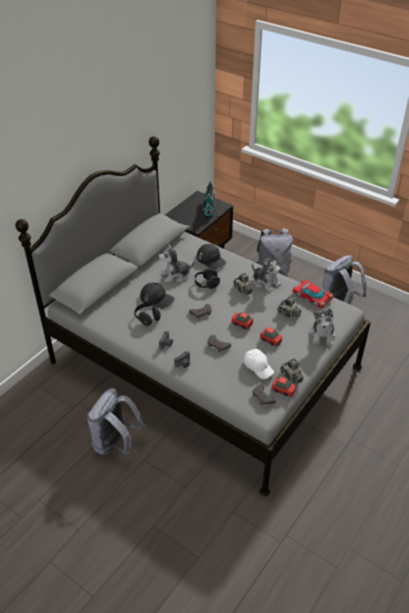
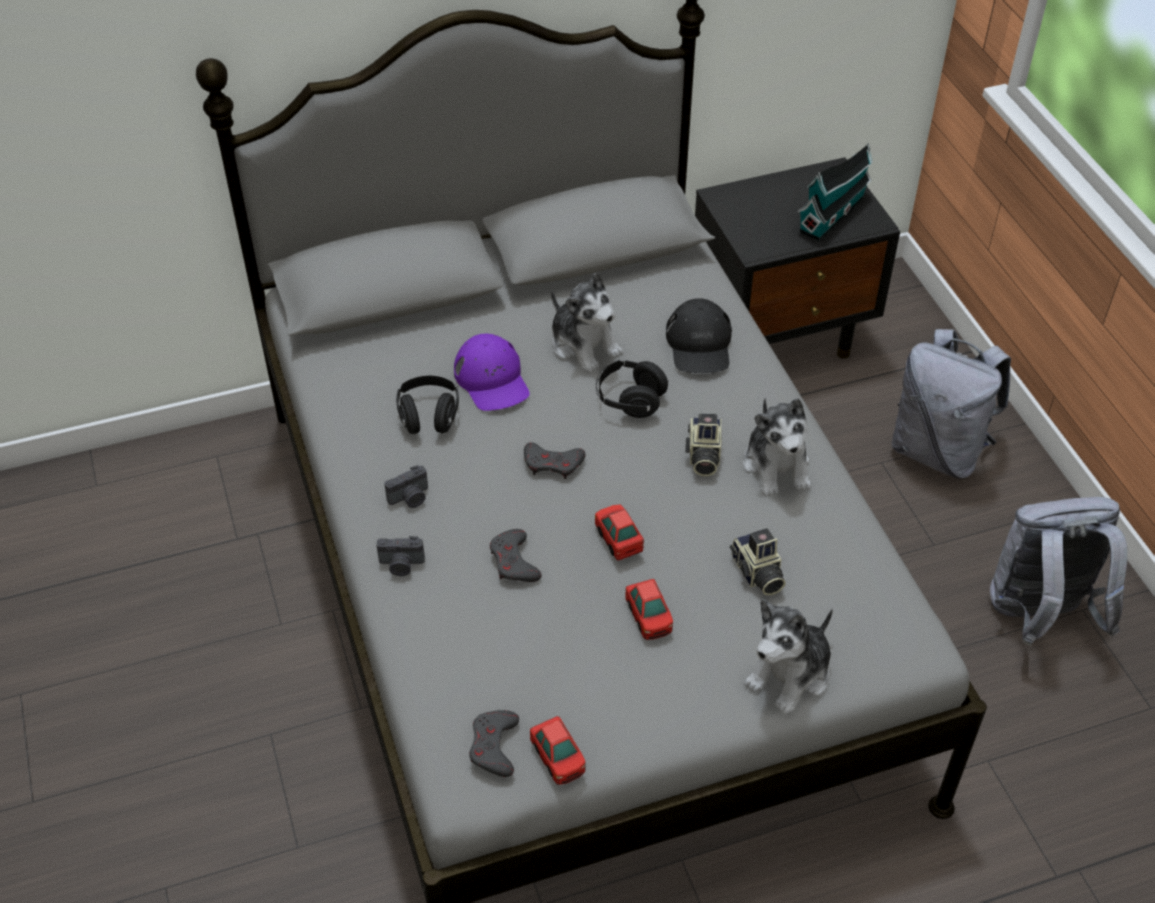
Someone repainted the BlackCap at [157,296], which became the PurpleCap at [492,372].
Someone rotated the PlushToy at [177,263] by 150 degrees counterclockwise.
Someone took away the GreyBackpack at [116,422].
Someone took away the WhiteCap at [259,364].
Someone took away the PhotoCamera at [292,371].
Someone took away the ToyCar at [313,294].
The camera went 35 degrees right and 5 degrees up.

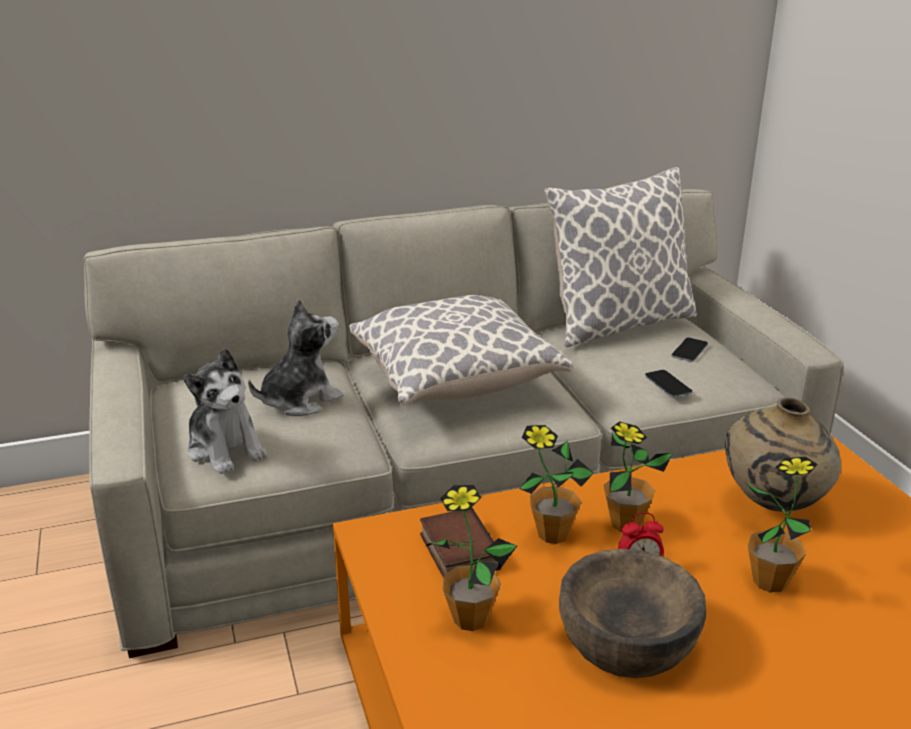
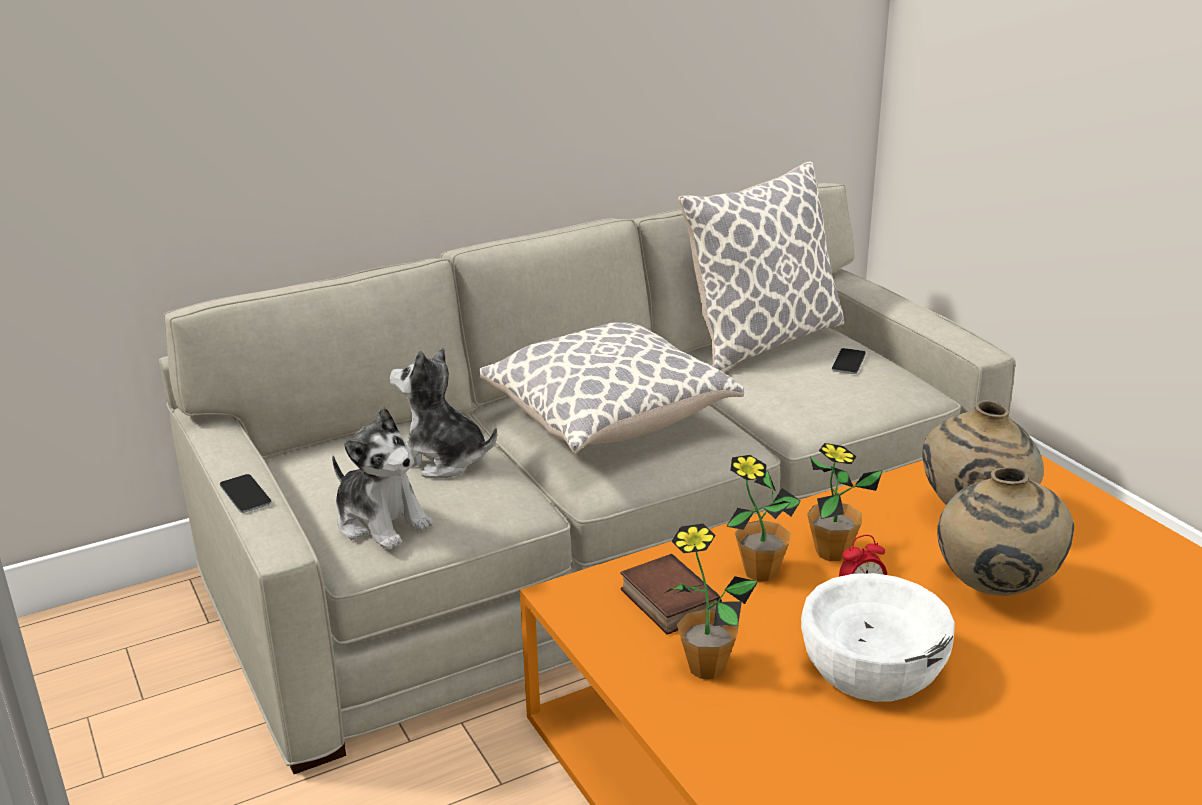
Someone carried the Phone from [668,383] to [246,493].
Someone rotated the PlushToy at [296,357] by 105 degrees counterclockwise.
Someone repainted the BrownBowl at [632,613], which became the WhiteBowl at [878,637].
Someone swapped the PottedPlant at [781,525] for the BeigeVase at [1005,531].
The camera went 10 degrees left and 0 degrees up.

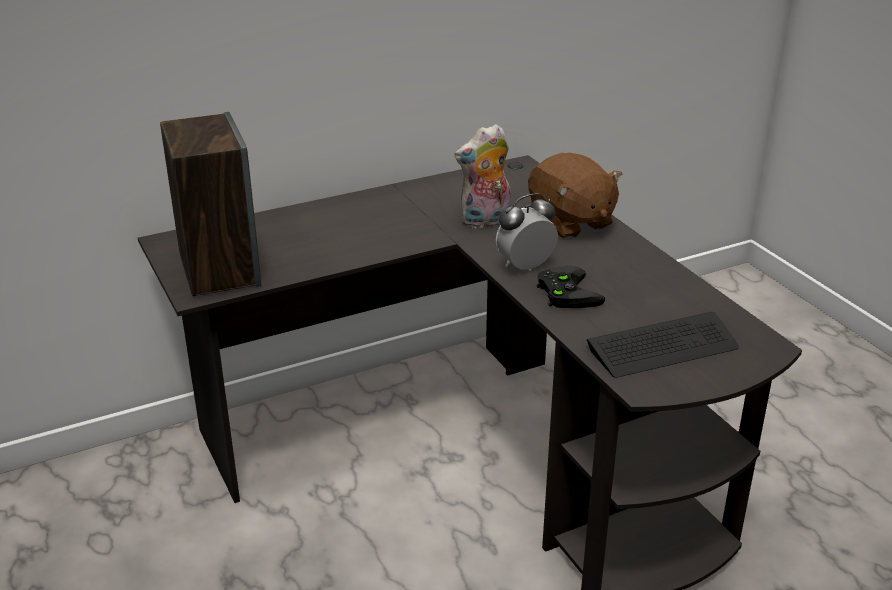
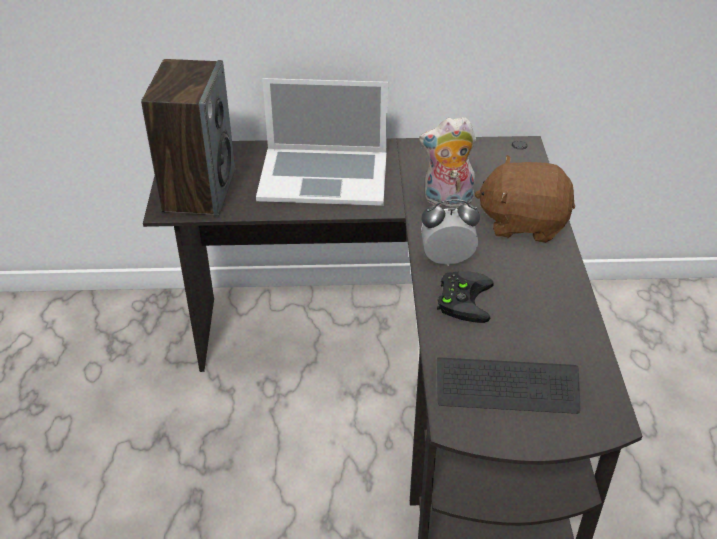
Someone put down the Laptop at [322,142].
Someone rotated the BrownPlushToy at [575,196] by 105 degrees clockwise.
The camera went 25 degrees right and 10 degrees up.

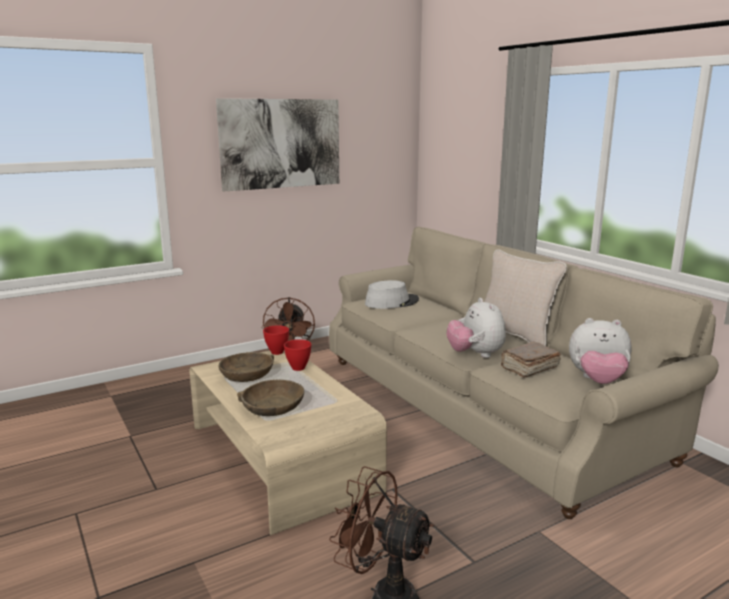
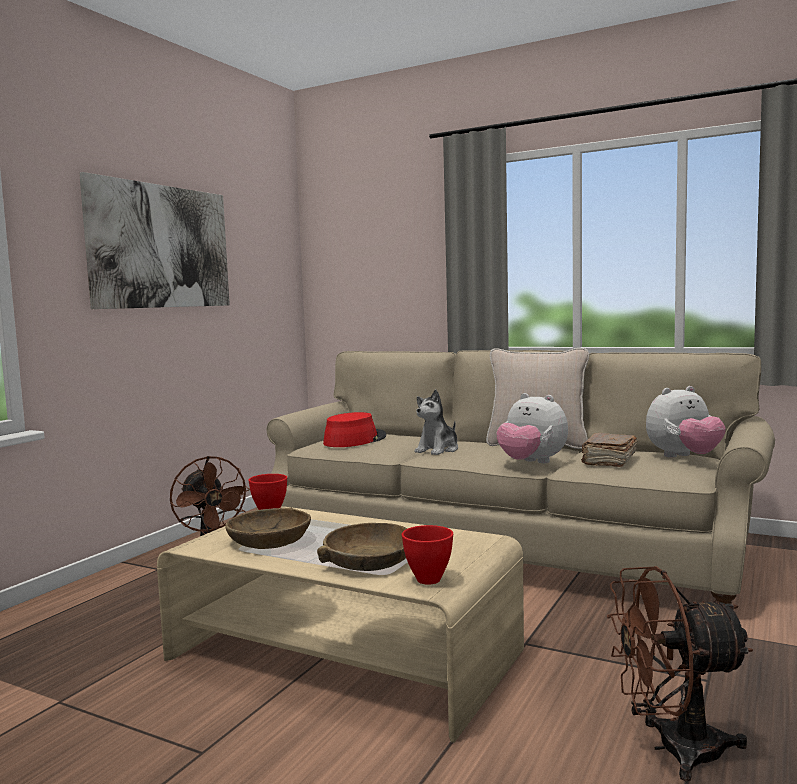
Someone repainted the GreyHat at [392,294], which became the RedHat at [354,429].
Someone carried the RedBowl from [298,355] to [427,554].
Someone put down the PlushToy at [436,422].
The camera went 30 degrees left and 10 degrees down.

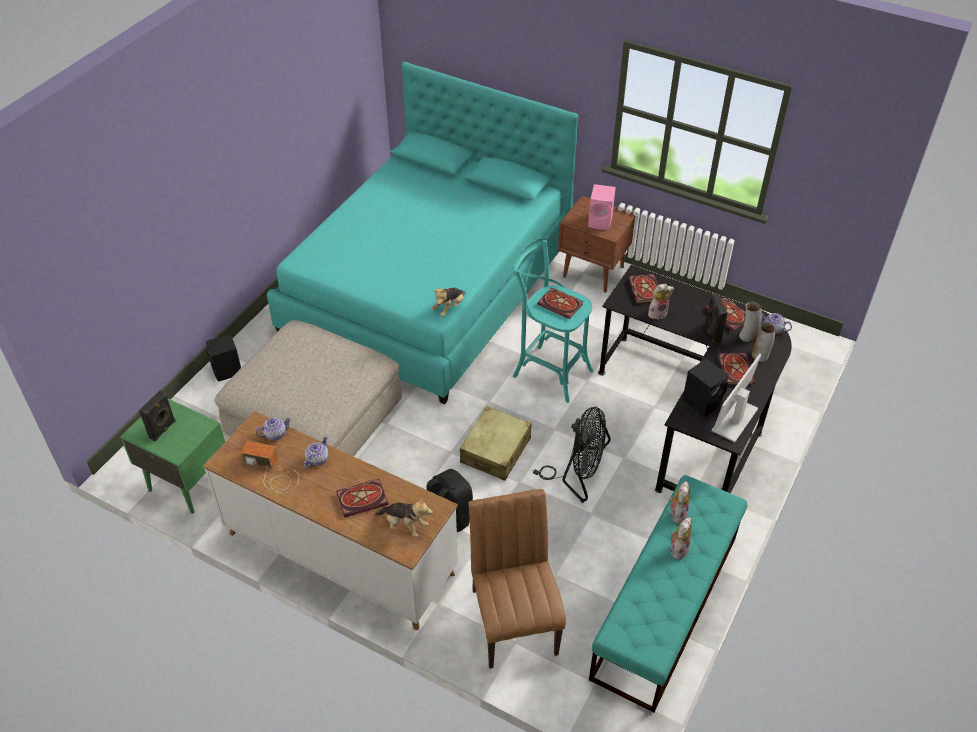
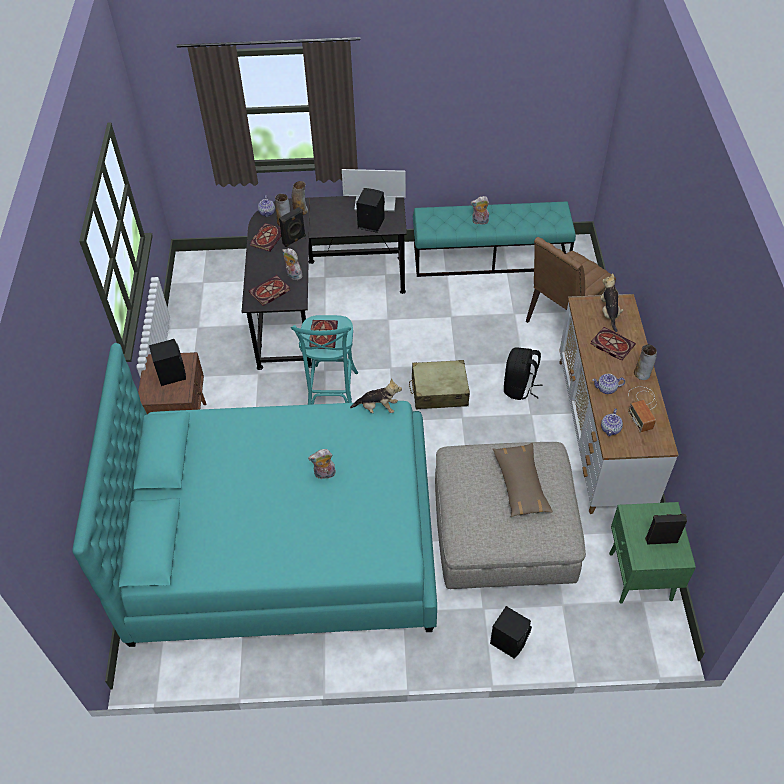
Someone repainted the PinkSpeaker at [602,207], which became the BlackSpeaker at [167,362].
Someone carried the PlushToy from [680,502] to [322,464].
Someone put down the BrownPillow at [523,480].
Someone rotated the Teapot at [273,428] by 105 degrees counterclockwise.
Someone put down the Vase at [645,362].
Someone took away the BlackFan at [572,455].
Someone took away the Book at [736,369].
The camera went 120 degrees left and 5 degrees up.

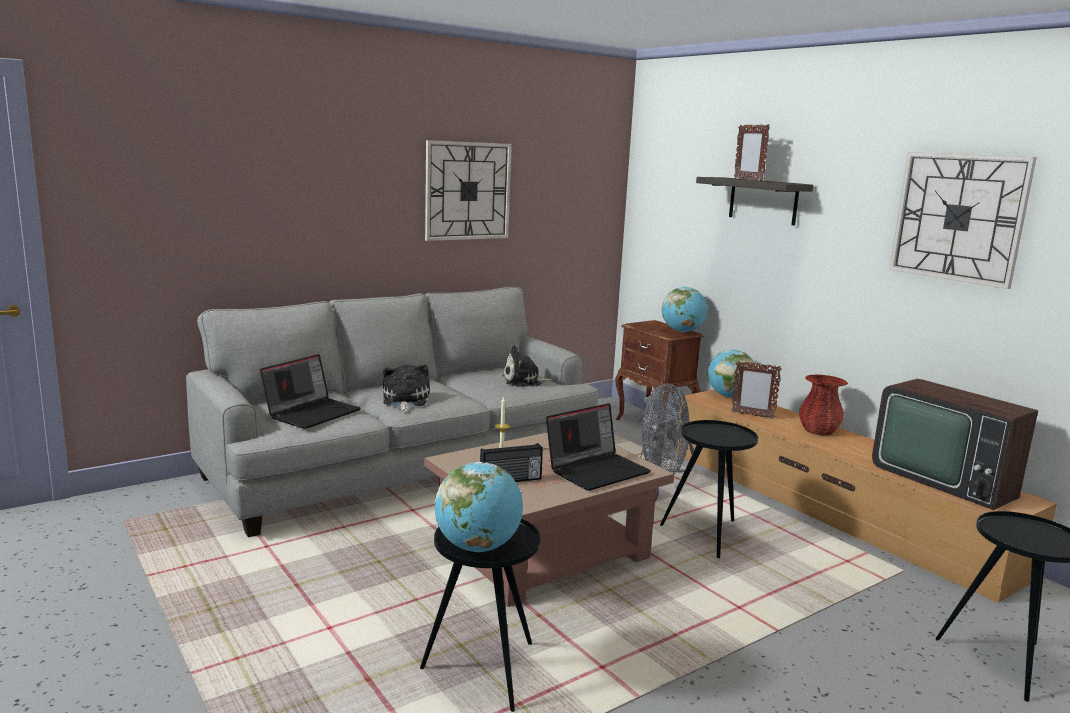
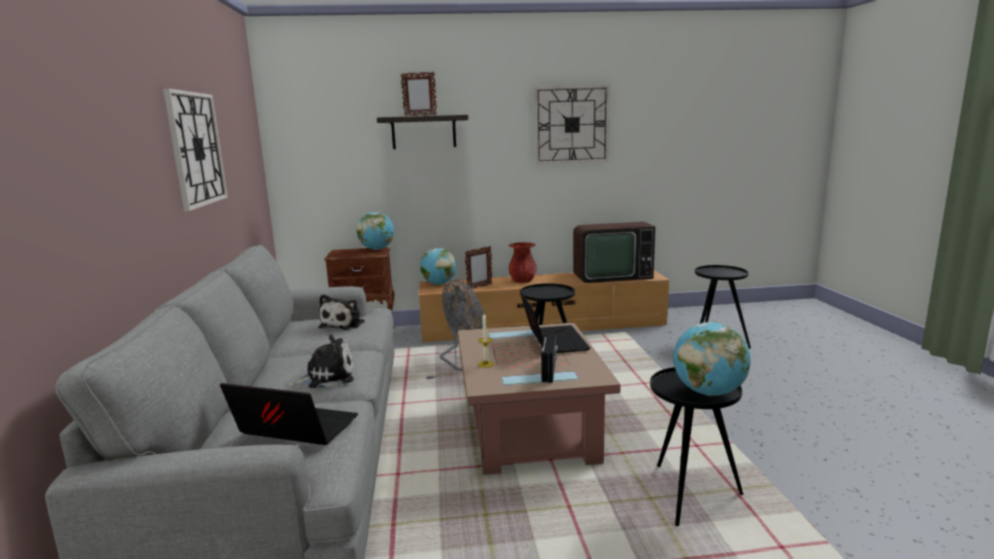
Someone rotated the Laptop at [310,391] by 45 degrees counterclockwise.
Someone rotated the PlushToy at [406,388] by 135 degrees clockwise.
The camera went 60 degrees left and 0 degrees up.

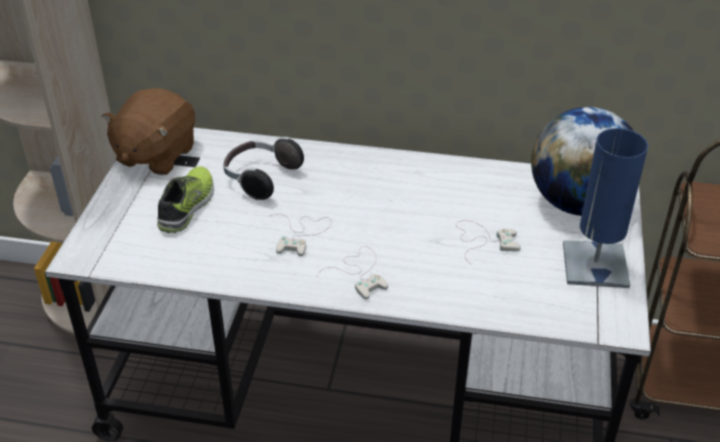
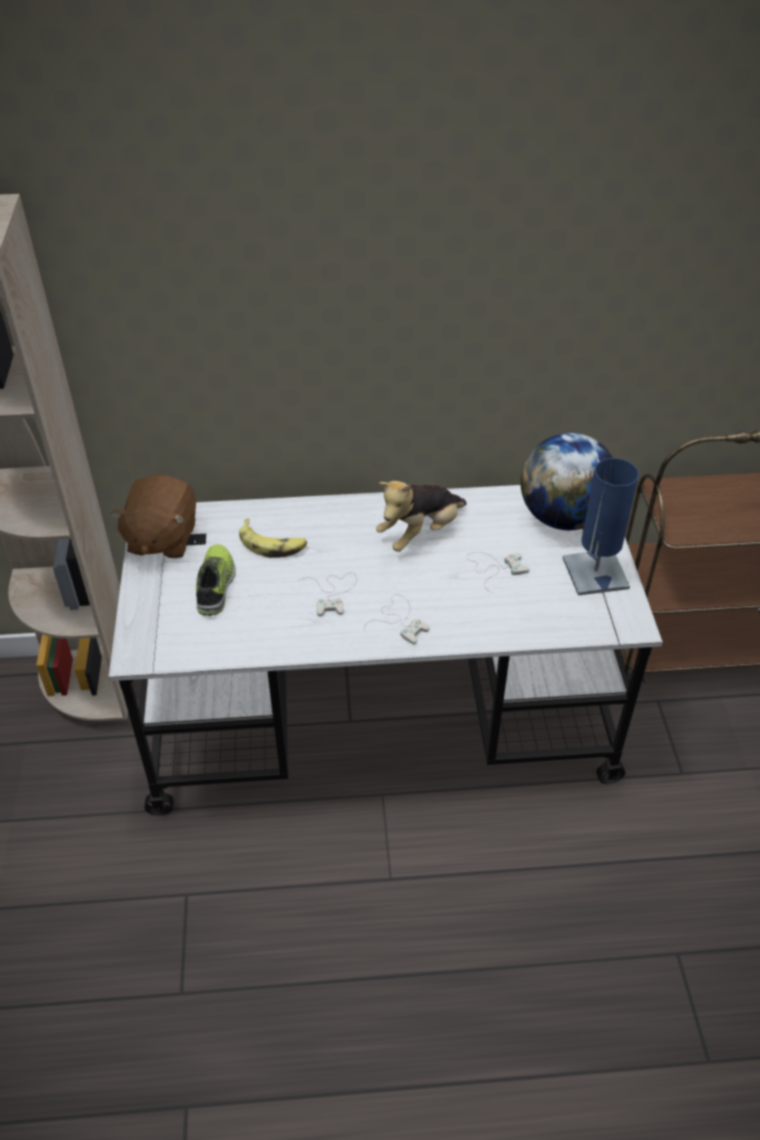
Someone swapped the Headphones at [263,168] for the Banana at [273,538].
Someone put down the PlushToy at [421,516].
The camera went 15 degrees left and 5 degrees up.

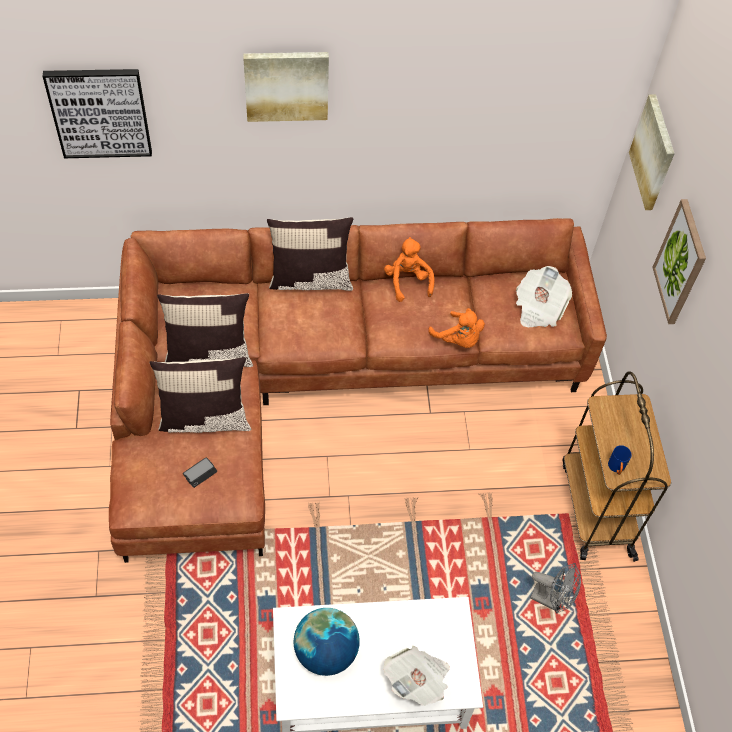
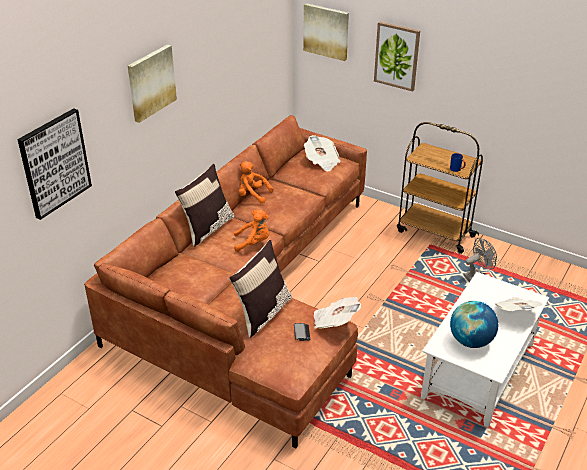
Someone carried the OrangePlushToy from [456,328] to [251,230].
Someone put down the Newspaper at [337,313].
Someone took away the Pillow at [205,330].
The camera went 50 degrees left and 20 degrees down.

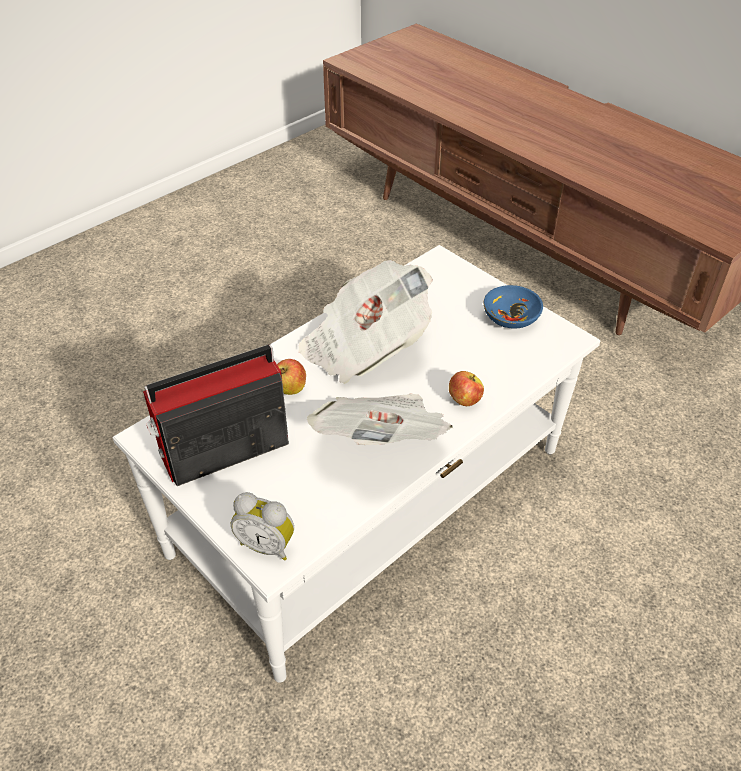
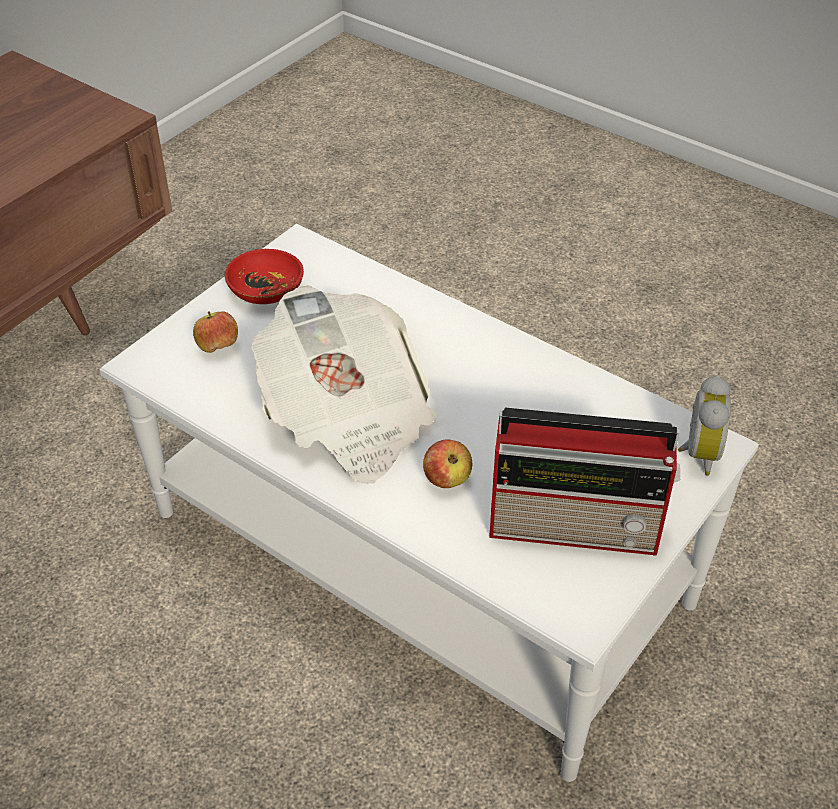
Someone carried the Apple from [466,388] to [215,332].
Someone repainted the BlueBowl at [513,307], which became the RedBowl at [264,276].
Someone rotated the Radio at [216,415] by 45 degrees counterclockwise.
Someone took away the Newspaper at [380,419].
The camera went 100 degrees left and 0 degrees up.

